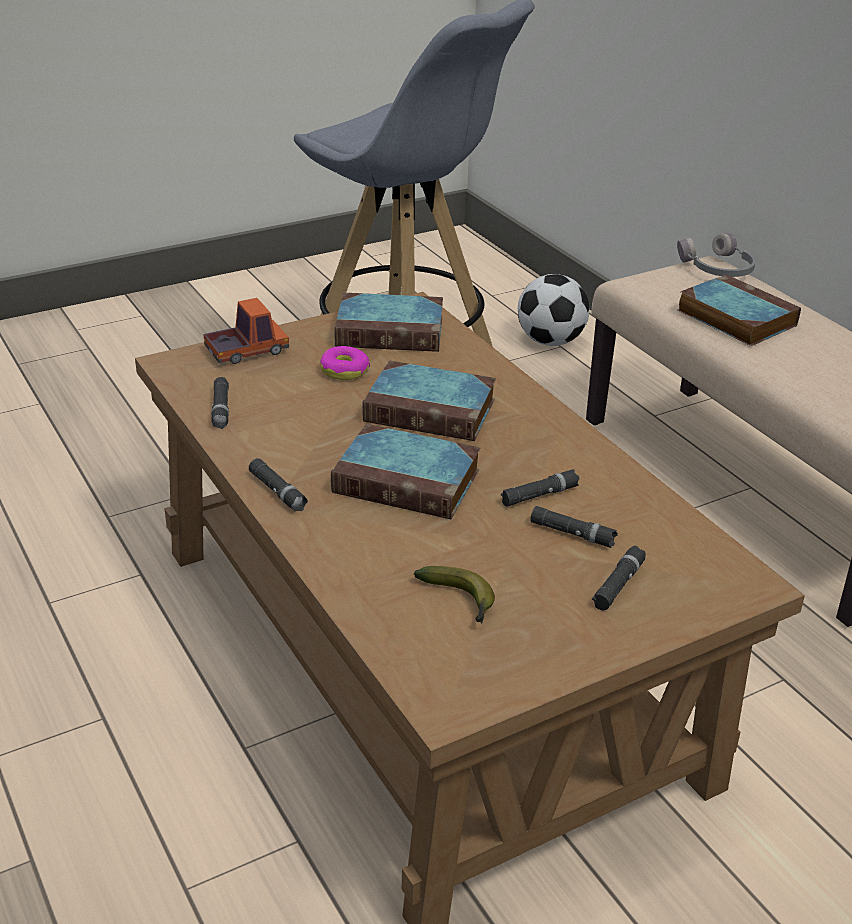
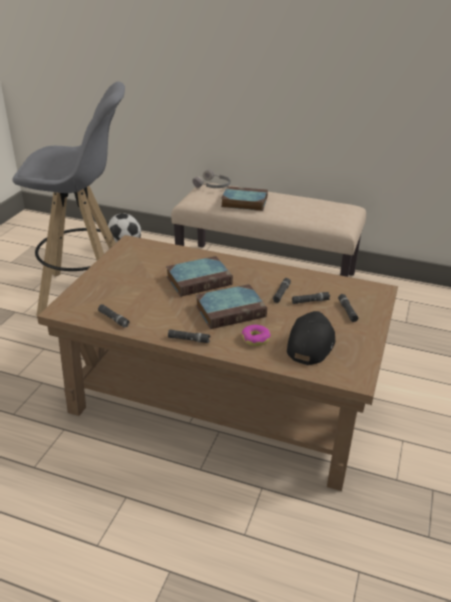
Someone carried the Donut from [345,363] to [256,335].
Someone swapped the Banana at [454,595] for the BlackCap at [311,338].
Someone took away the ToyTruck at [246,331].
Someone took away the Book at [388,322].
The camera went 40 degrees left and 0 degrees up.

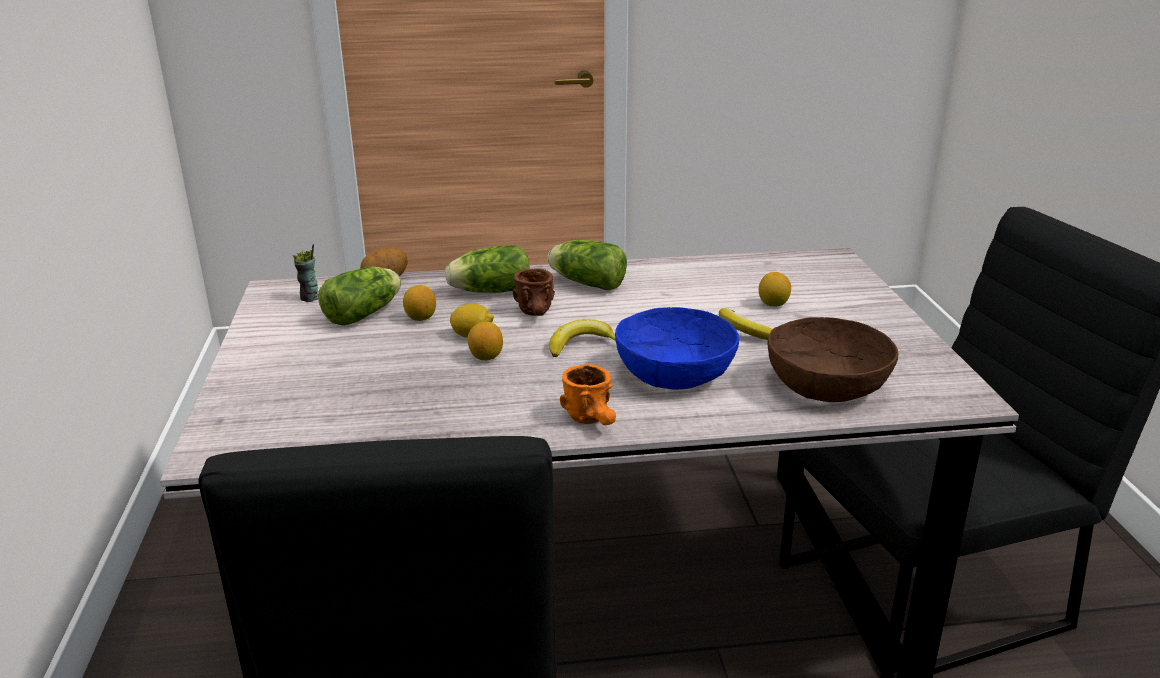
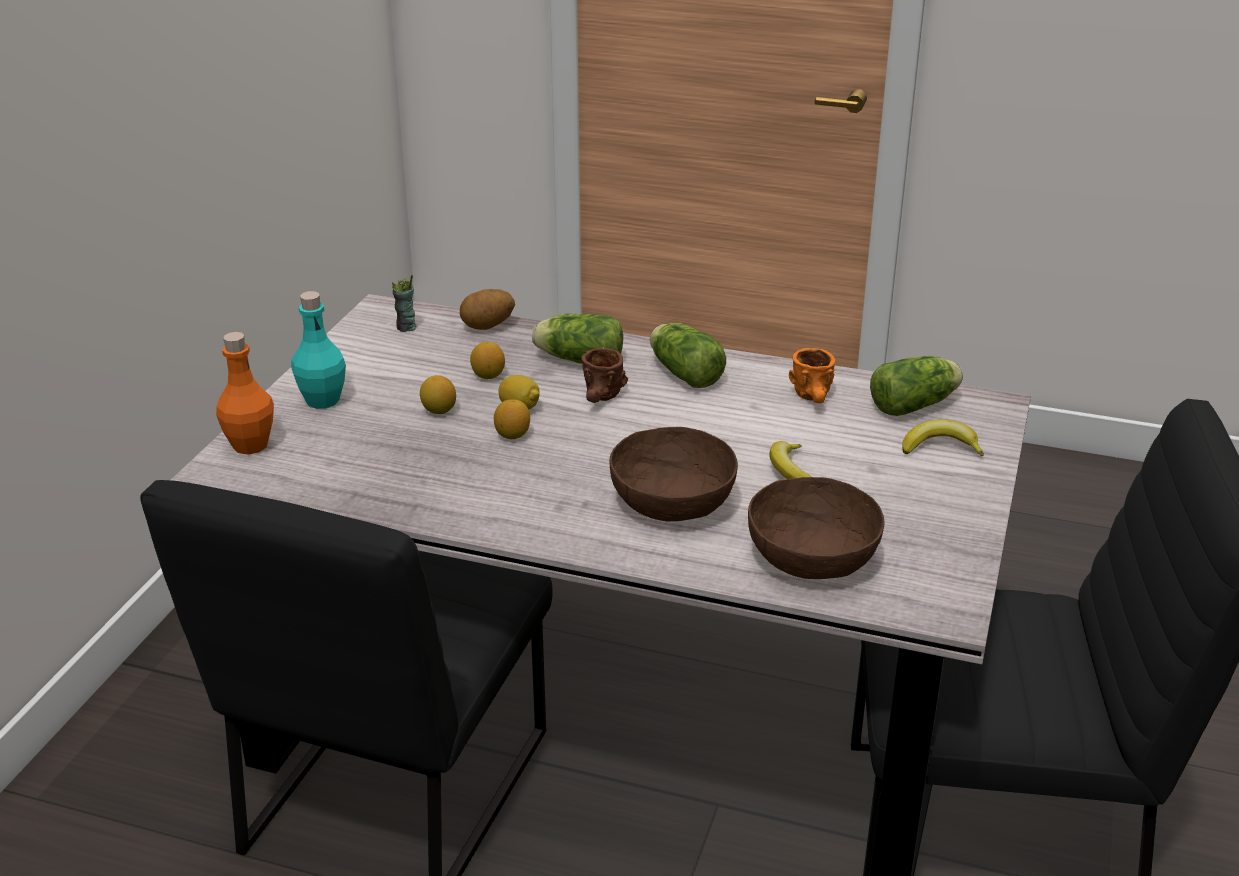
Someone put down the OrangeBottle at [245,393].
Someone put down the TurquoiseBottle at [318,350].
Someone carried the Lemon from [775,289] to [438,394].
Someone repainted the BlueBowl at [677,348], which became the BrownBowl at [674,474].
Someone carried the OrangeMug from [588,394] to [812,375].
Someone carried the Lettuce from [359,296] to [916,386].
Someone carried the Banana from [582,338] to [943,437].
The camera went 25 degrees right and 5 degrees up.

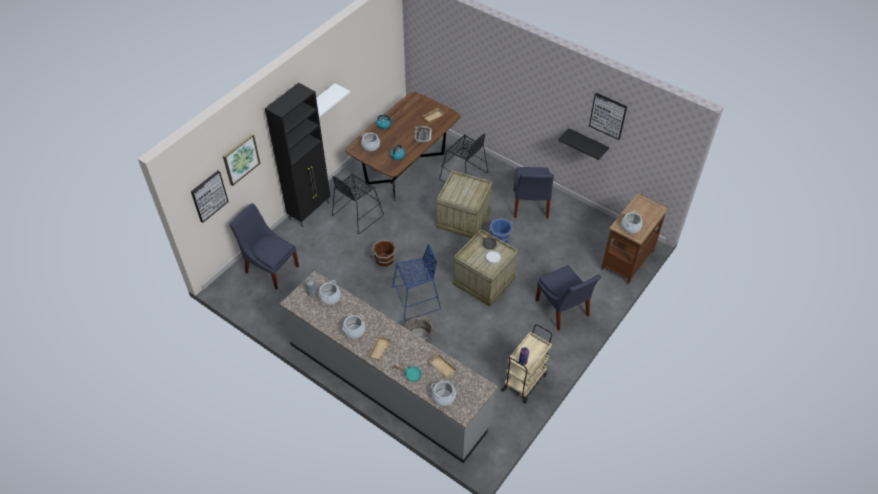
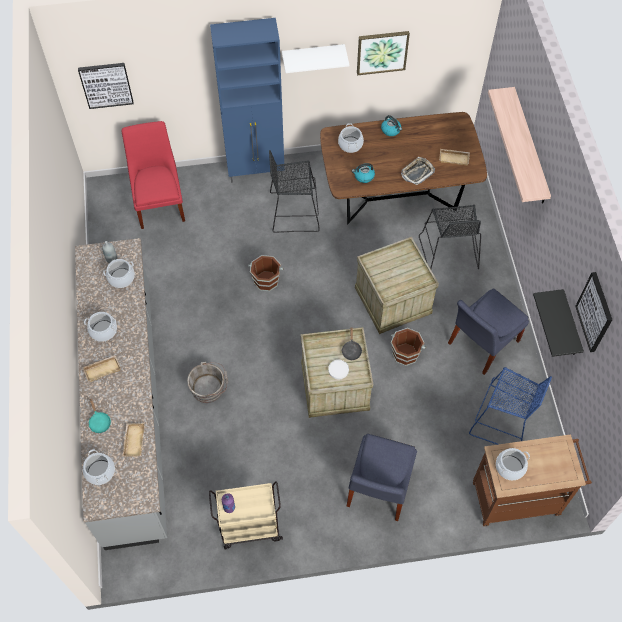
Someone repainted the BlueChair at [264,246], which became the RedChair at [153,175].
Someone repainted the BlackCabinet at [297,155], which became the BlueCabinet at [247,100].
Someone carried the Picture from [241,160] to [383,53].
Someone repainted the BlueBucket at [500,231], which became the BrownBucket at [409,347].
Someone carried the BlueStool from [416,282] to [510,406].
Someone put up the Shelf at [519,145].
The camera went 45 degrees right and 10 degrees up.

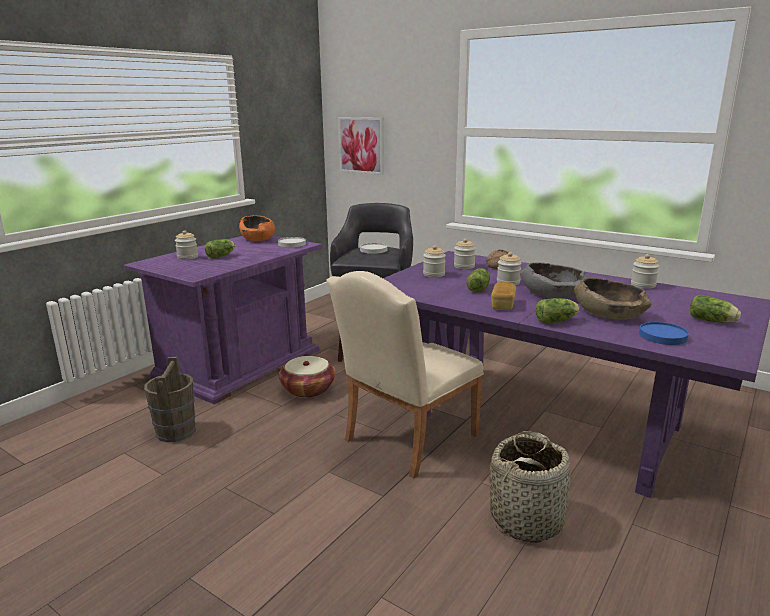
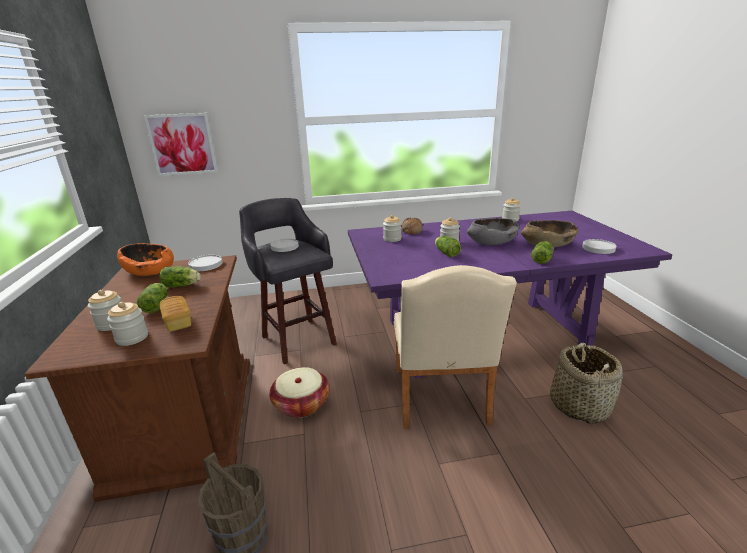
Someone repainted the PurpleCabinet at [223,320], which became the BrownCabinet at [137,378].
Someone carried the Jar from [434,261] to [127,324].
Someone carried the Bread from [503,296] to [175,314].
Someone carried the Lettuce from [715,309] to [180,277].
Someone repainted the BluePlate at [664,333], which became the WhitePlate at [599,246].
The camera went 45 degrees left and 5 degrees up.

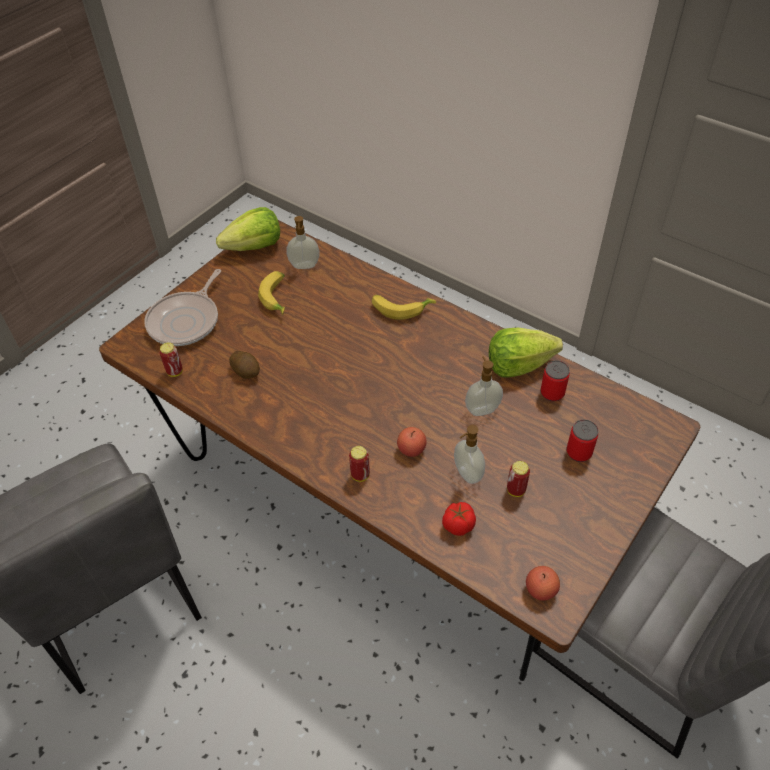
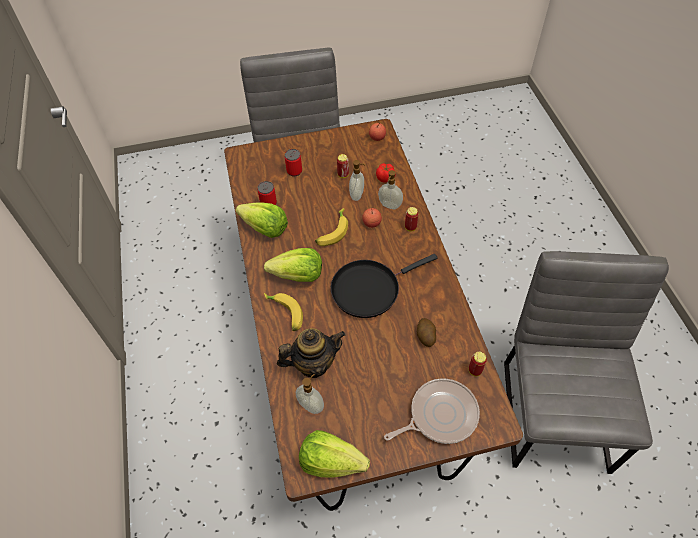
Someone put down the Lettuce at [293,265].
Someone put down the Teapot at [311,353].
Someone carried the Banana from [271,293] to [331,227].
Someone put down the BlackFryingPan at [384,286].
Someone carried the SoapDispenser from [484,386] to [390,189].
The camera went 140 degrees left and 5 degrees up.

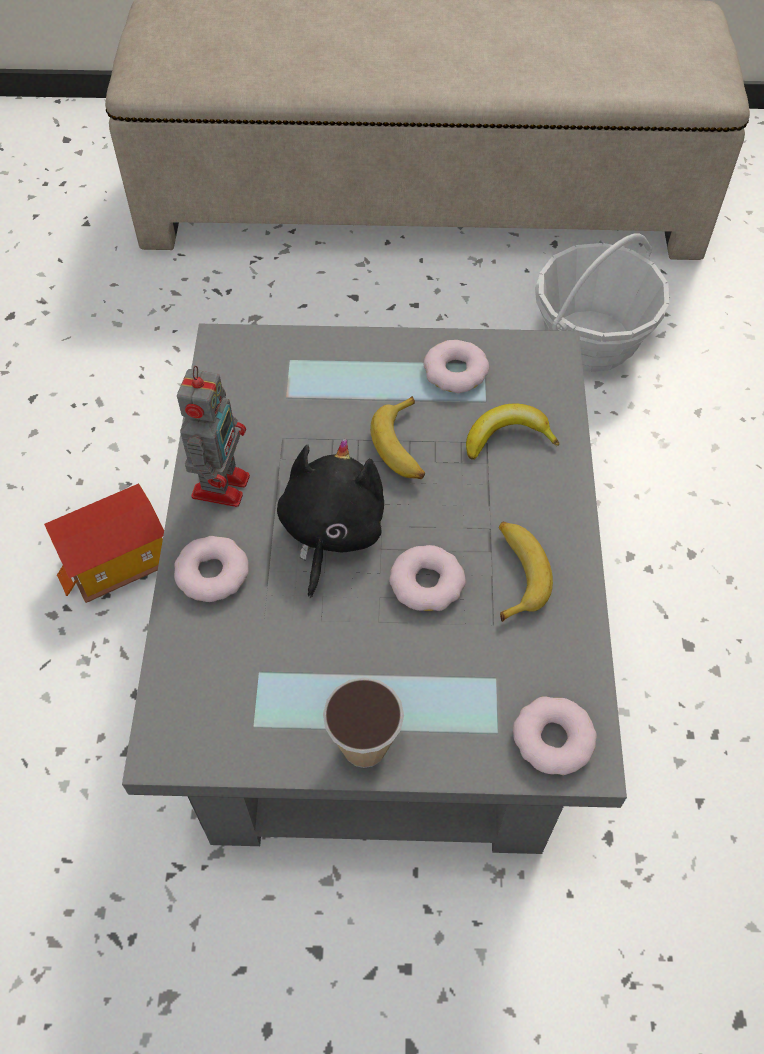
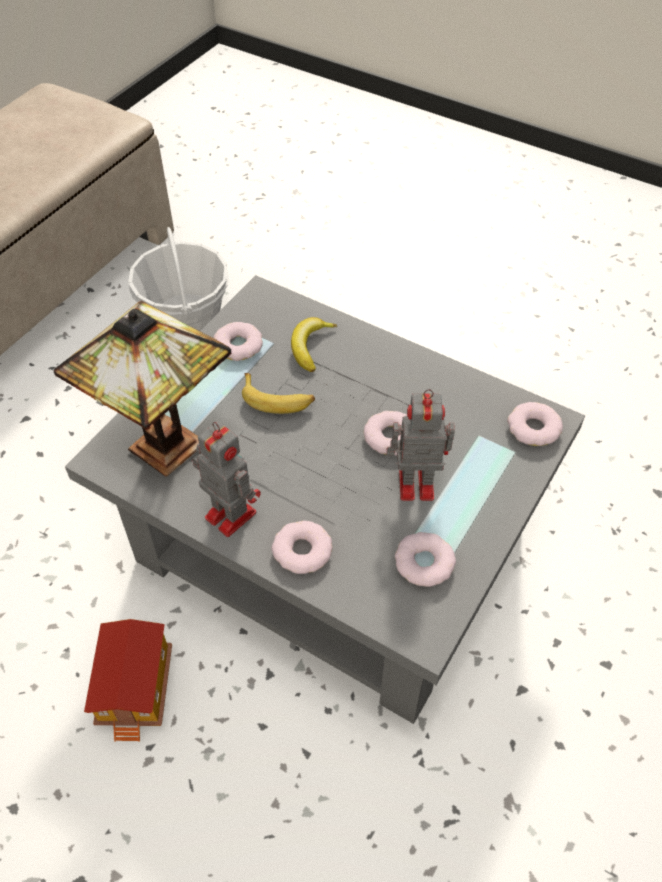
Someone put down the TableLamp at [142,389].
Someone put down the ToyRobot at [420,445].
Someone put down the Donut at [425,559].
Someone took away the BlackPlushToy at [330,519].
Someone took away the Cup at [363,722].
Someone took away the Banana at [526,572].
The camera went 60 degrees left and 5 degrees down.

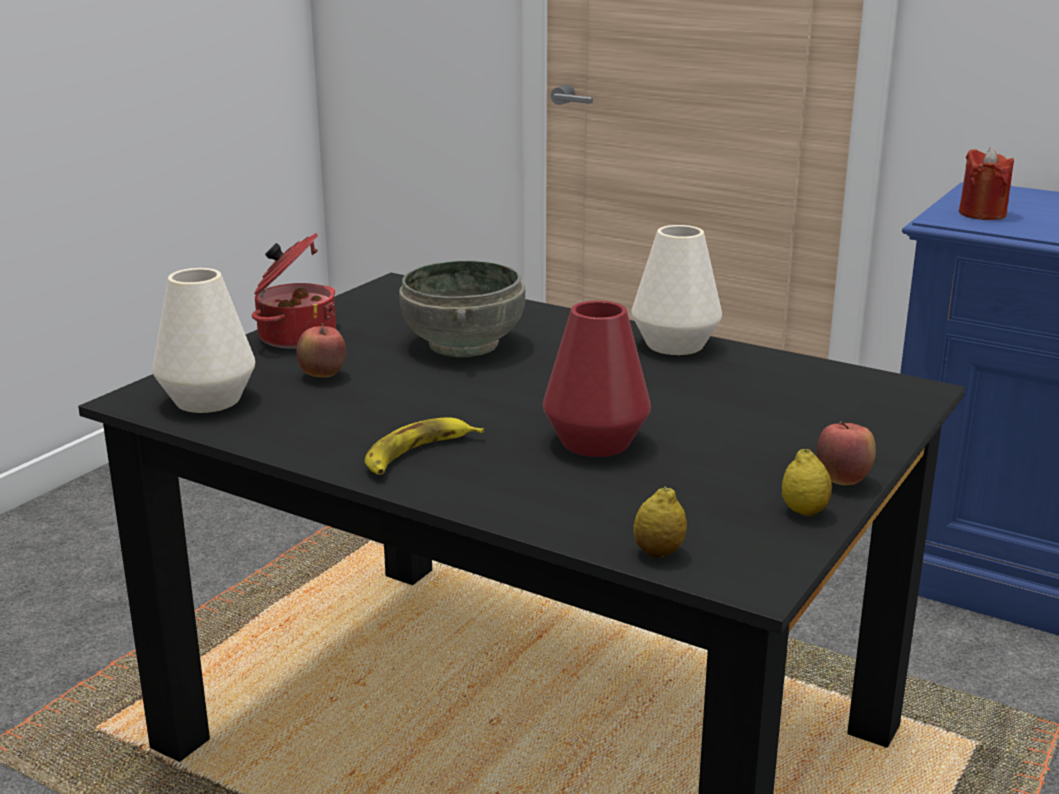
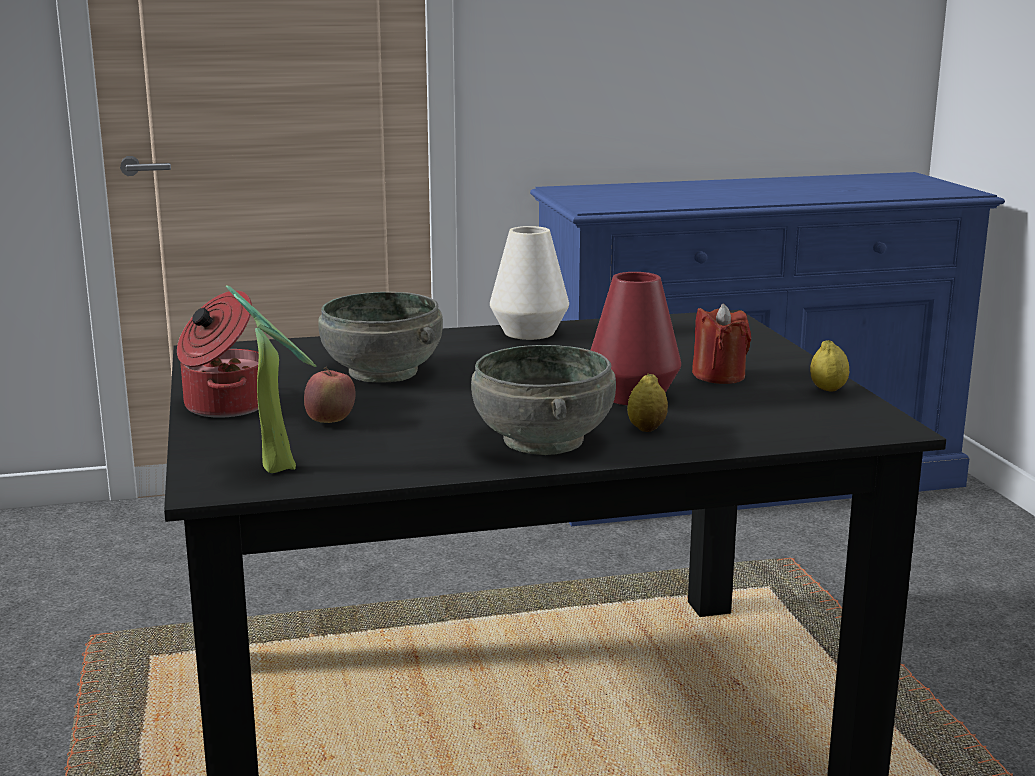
Someone swapped the WhiteVase at [203,340] for the PottedPlant at [270,379].
Someone swapped the Banana at [424,446] for the GreyBowl at [543,400].
Someone carried the Lemon from [660,522] to [648,402].
Someone carried the RedCandle from [986,183] to [721,344].
Someone took away the Apple at [846,453].
The camera went 45 degrees left and 5 degrees down.

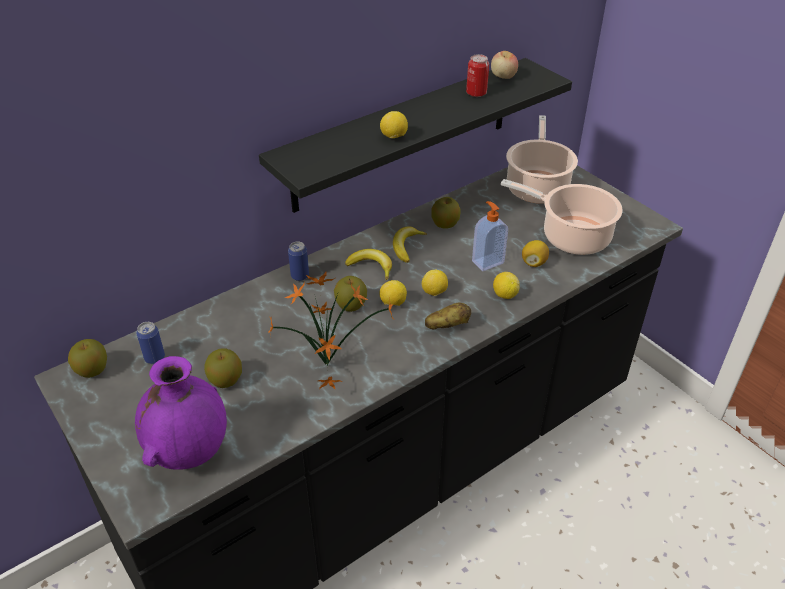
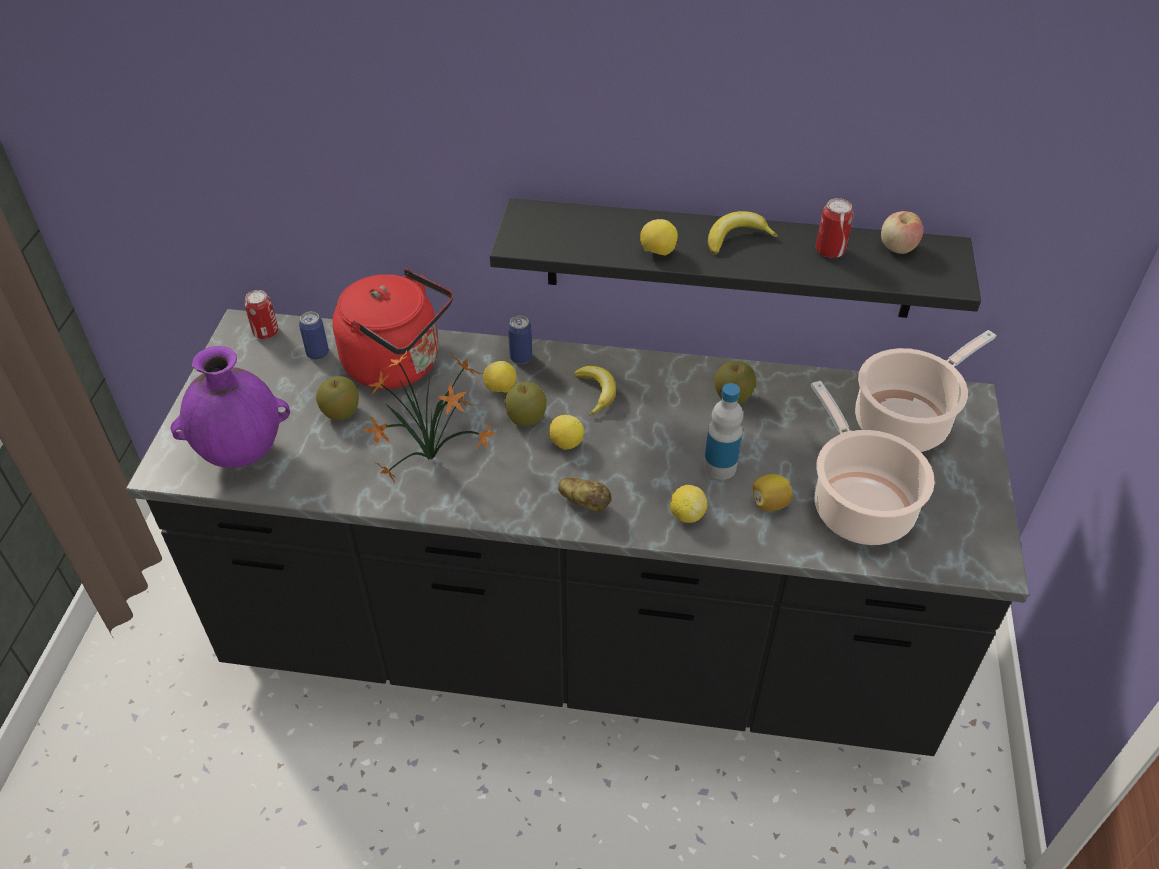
Someone swapped the Apple at [87,358] for the Can at [261,314].
Someone put down the RedKettle at [392,329].
Someone carried the Lemon from [435,283] to [500,376].
Someone swapped the SoapDispenser at [490,236] for the Bottle at [723,431].
Someone carried the Banana from [410,245] to [743,233].
The camera went 45 degrees right and 5 degrees up.

